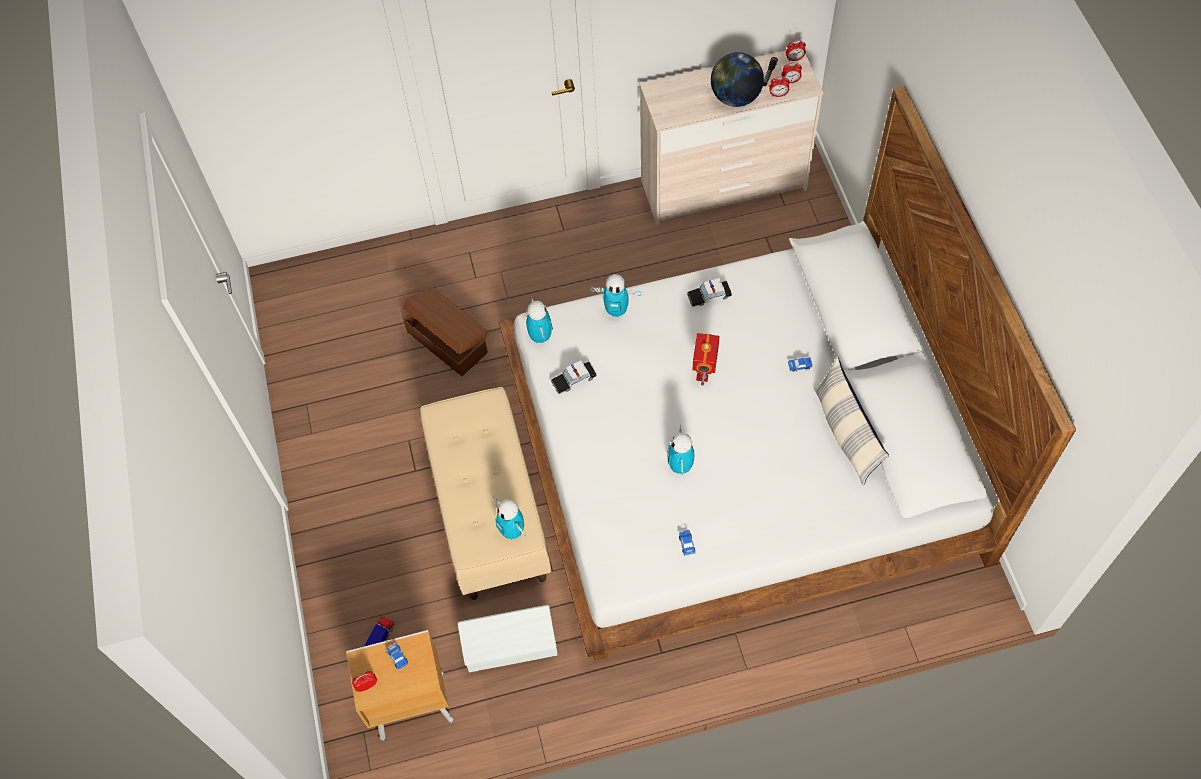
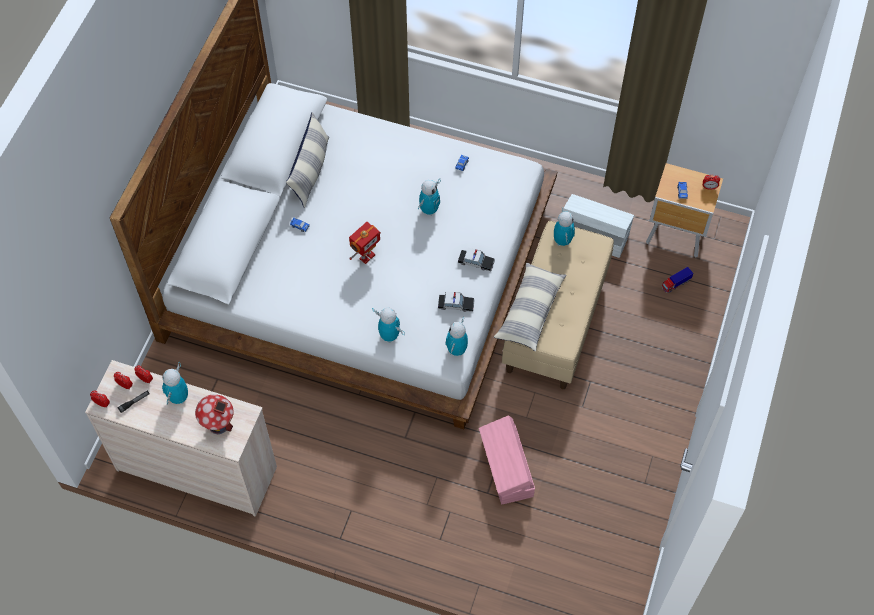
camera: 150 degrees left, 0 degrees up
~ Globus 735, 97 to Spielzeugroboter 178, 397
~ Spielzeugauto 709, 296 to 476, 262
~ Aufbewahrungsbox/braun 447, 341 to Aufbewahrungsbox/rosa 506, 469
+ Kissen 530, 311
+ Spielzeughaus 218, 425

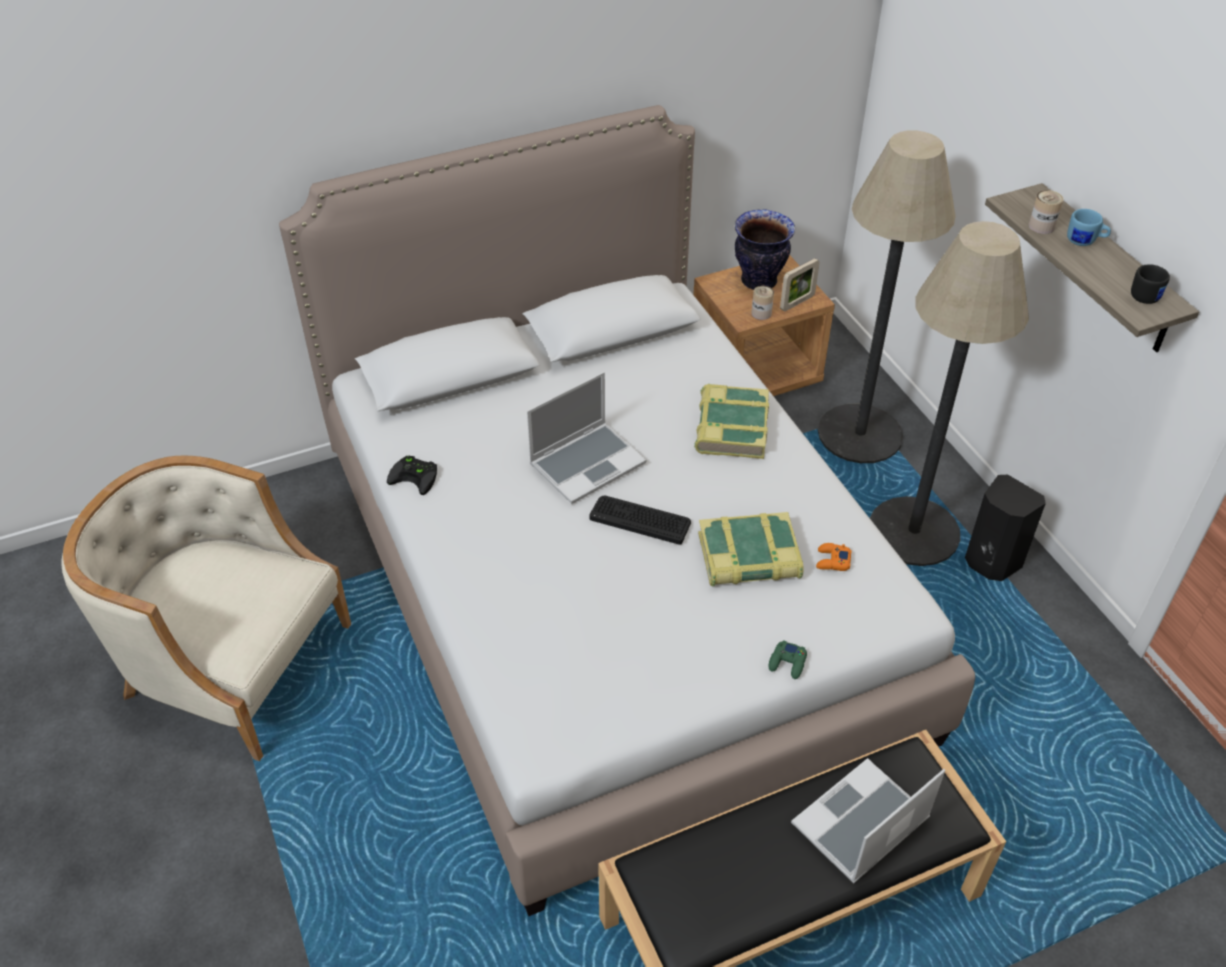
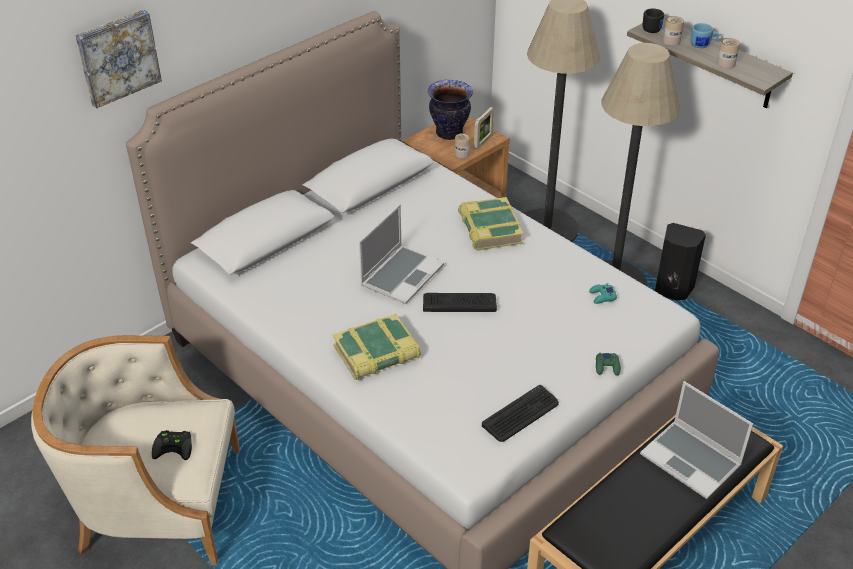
camera: 20 degrees left, 5 degrees down
~ Henkelbecher/schwarz 1146, 294 to 652, 28
~ Gamepad/schwarz 416, 476 to 175, 446
~ Buch 749, 557 to 377, 353
~ Gamepad/orange 832, 561 to Gamepad/türkis 602, 296
~ Laptop 860, 824 = 692, 460 75 degrees counterclockwise
+ Bild 117, 57
+ Dose 726, 64
+ Tastatur 521, 414

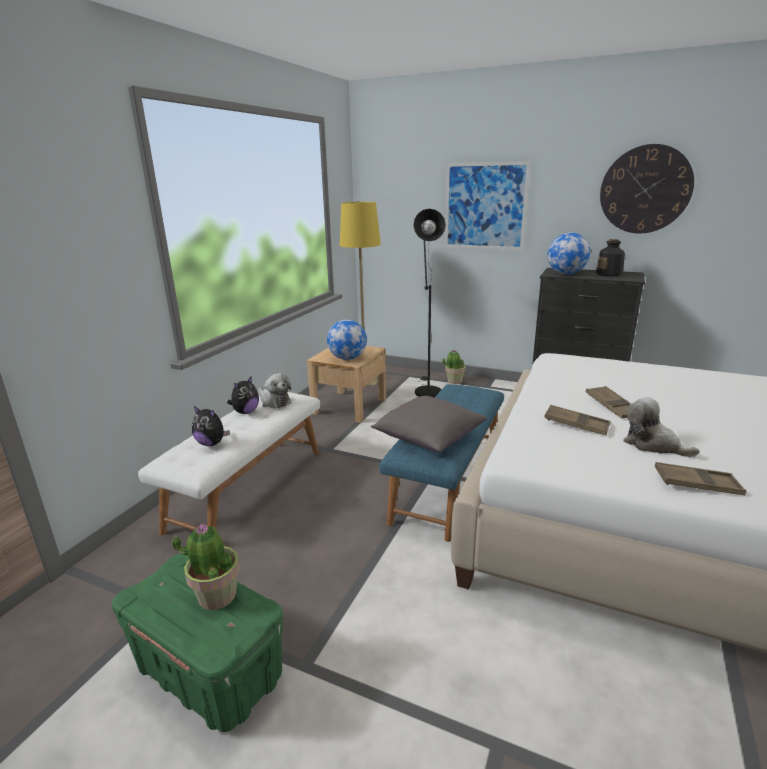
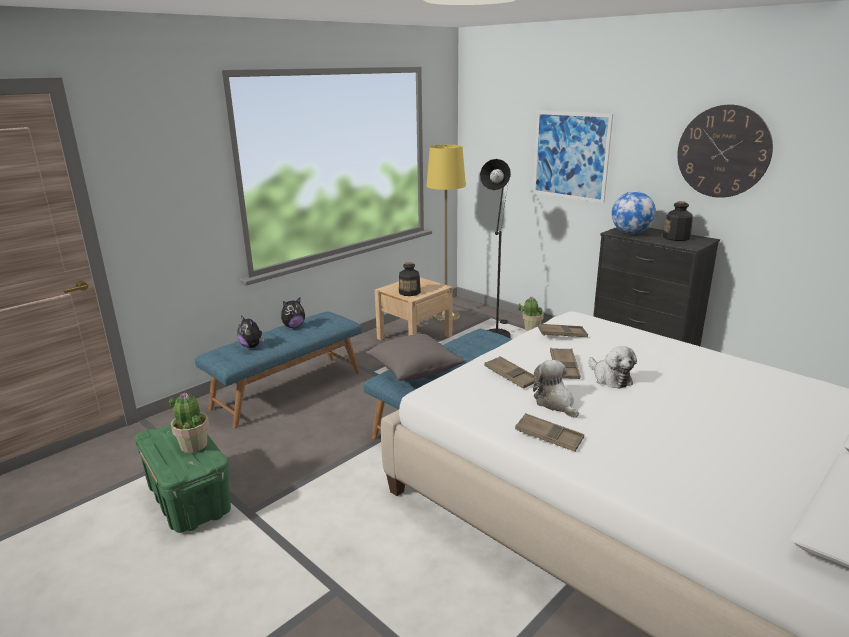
camera: 20 degrees right, 0 degrees up
~ Globus 347, 358 to Flasche 409, 292
~ Plüschtier 274, 401 to 610, 378
~ Bank/weiß 248, 487 to Bank/blau 287, 389
+ Tablett/braun 562, 334

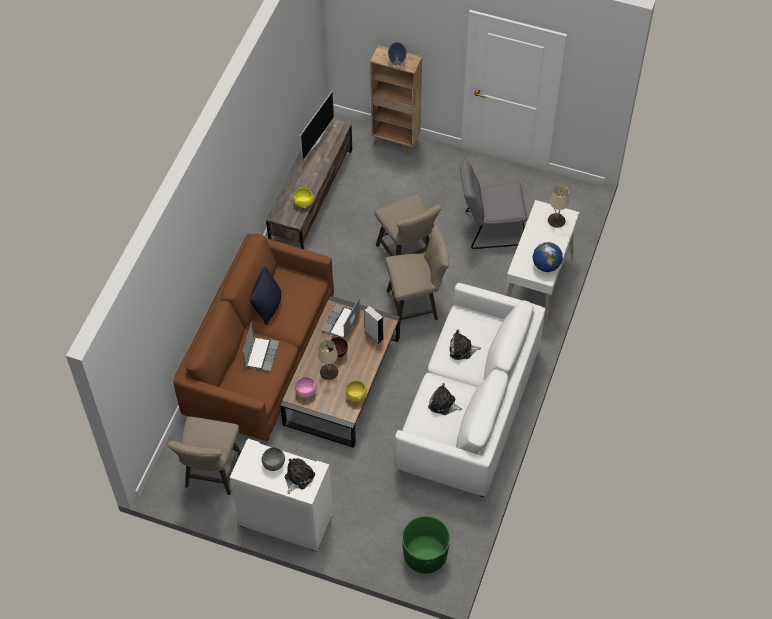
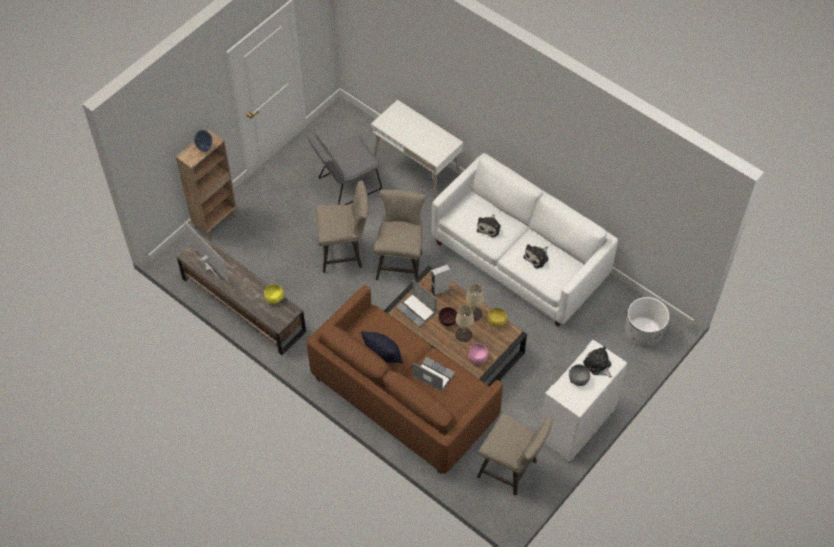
camera: 70 degrees left, 0 degrees up
~ Stuhl/grau 490, 228 = 345, 185 45 degrees clockwise
~ Tischlampe/beige 556, 220 to 474, 313
- Globus 546, 265
~ Pflanzkübel/grün 425, 555 to Pflanzkübel/weiß 643, 333

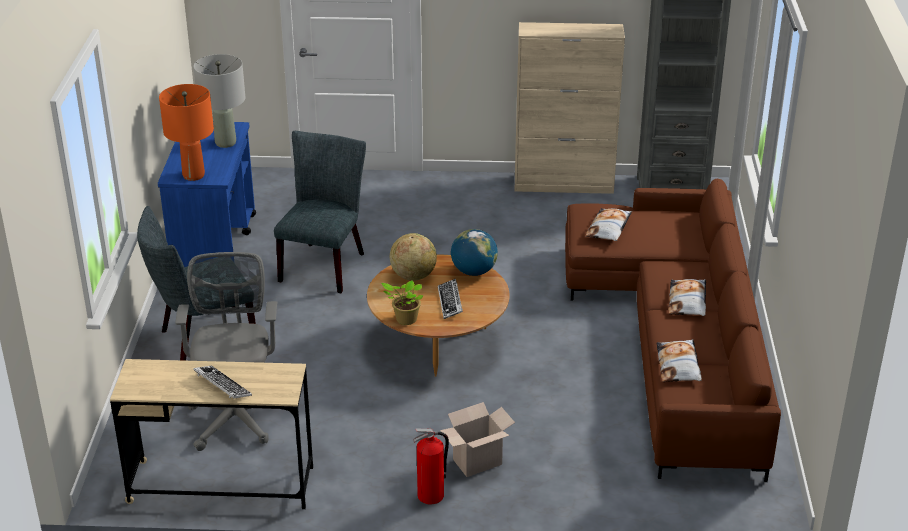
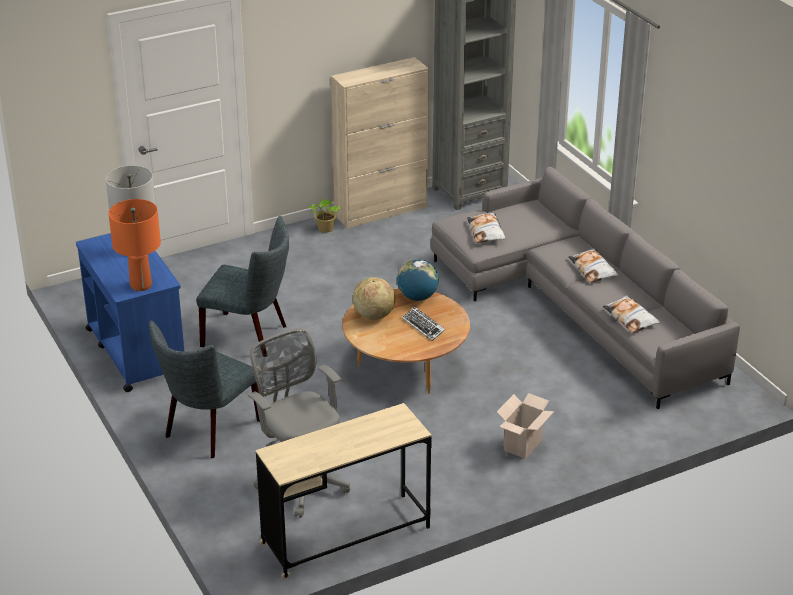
camera: 30 degrees left, 0 degrees up
~ Stuhl/grau 325, 264 = 250, 336 120 degrees clockwise
~ Sofa/braun 674, 340 to Sofa/grau 577, 306
~ Topfpflanze 404, 319 to 324, 229
- Tastatur 222, 386
- Feuerlöscher 431, 496

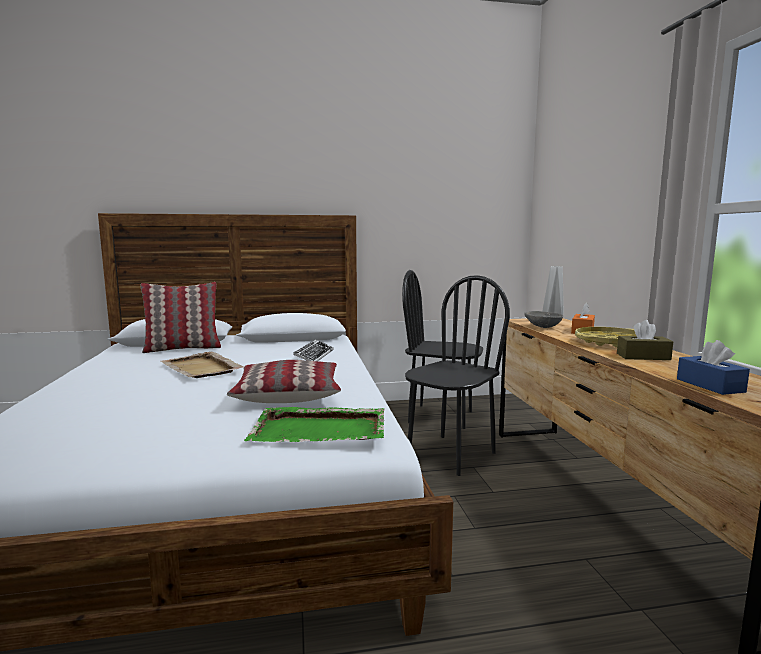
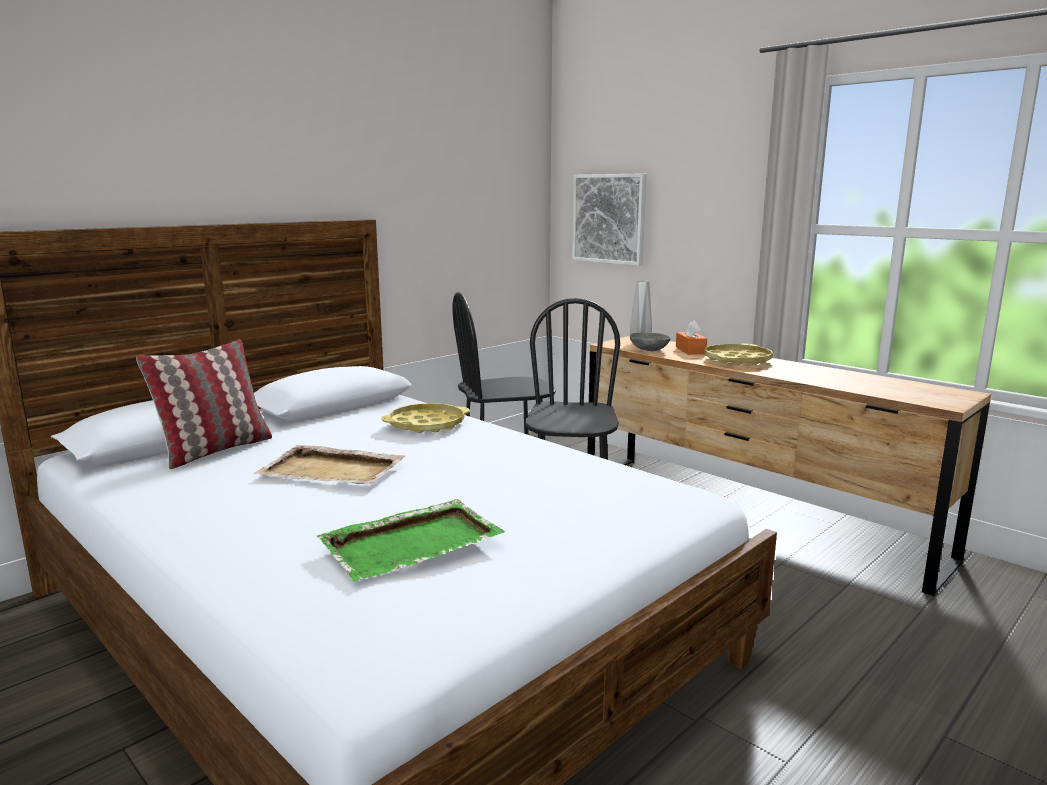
camera: 35 degrees left, 5 degrees up
- Taschentuchbox/braun 643, 357
~ Tastatur 314, 355 to Tablett/gelb 426, 424
- Taschentuchbox/blau 710, 385
- Kissen 288, 393
~ Tablett/grün 321, 429 to 413, 543
+ Bild 609, 218

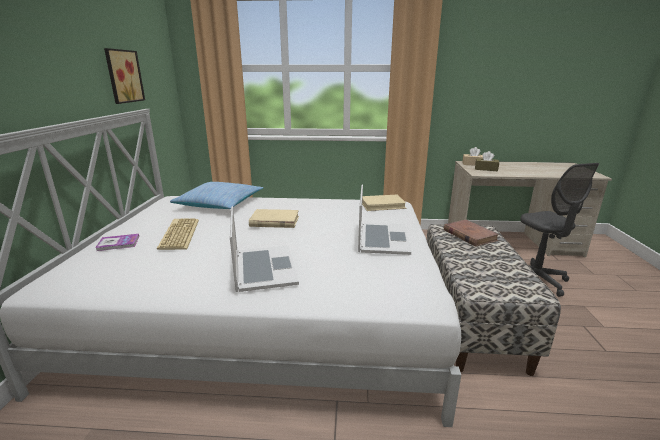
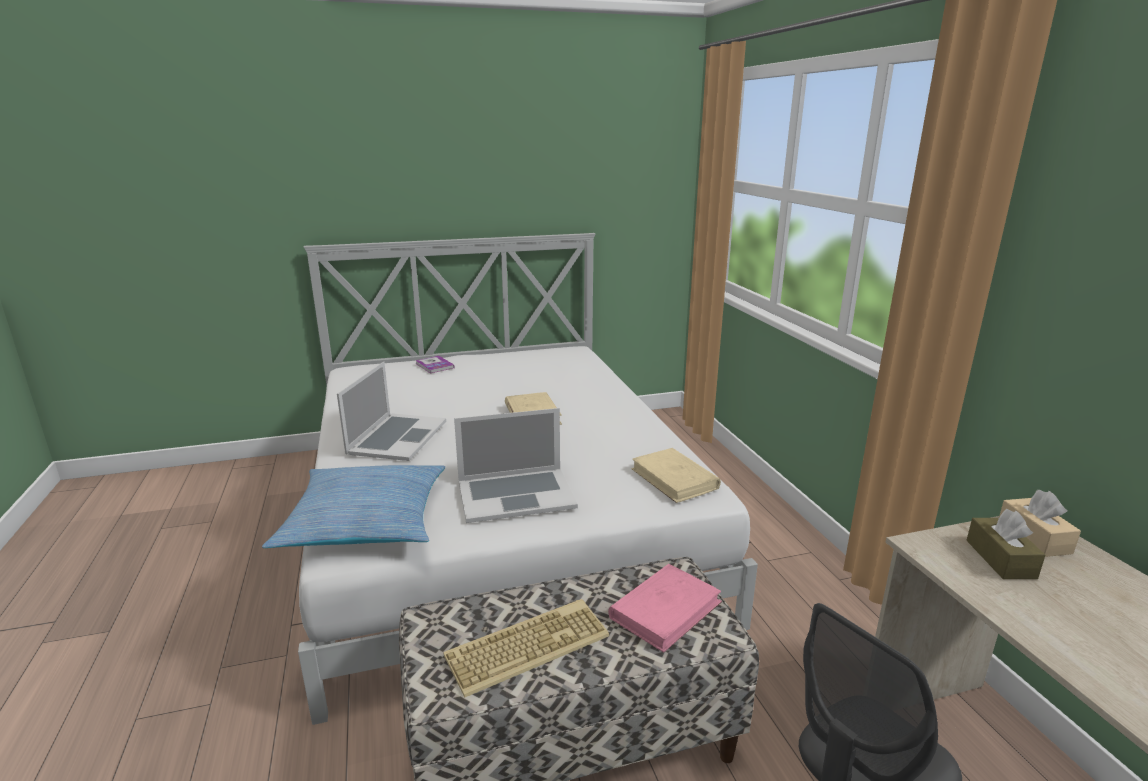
camera: 70 degrees right, 0 degrees up
- Bild 122, 76
~ Kissen 220, 203 to 365, 521
~ Laptop 263, 268 = 397, 437 45 degrees counterclockwise
~ Tastatur 178, 234 to 528, 644
~ Buch/braun 469, 235 to Buch/rosa 665, 610

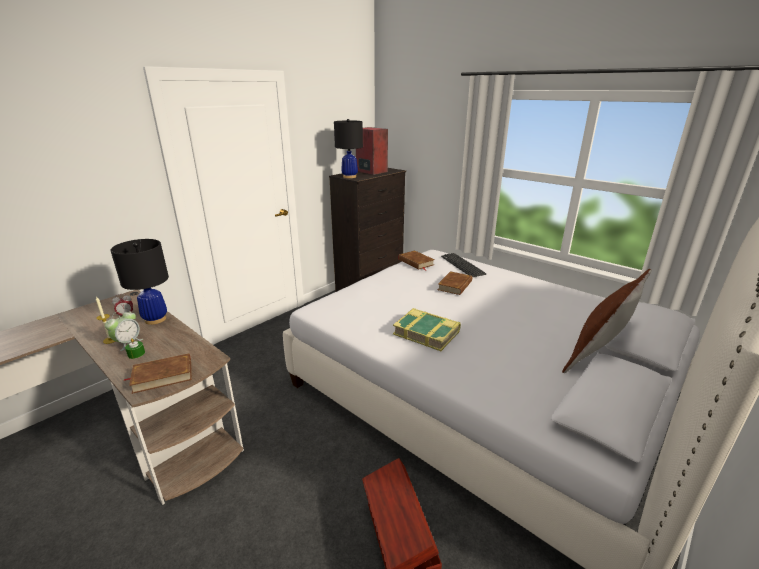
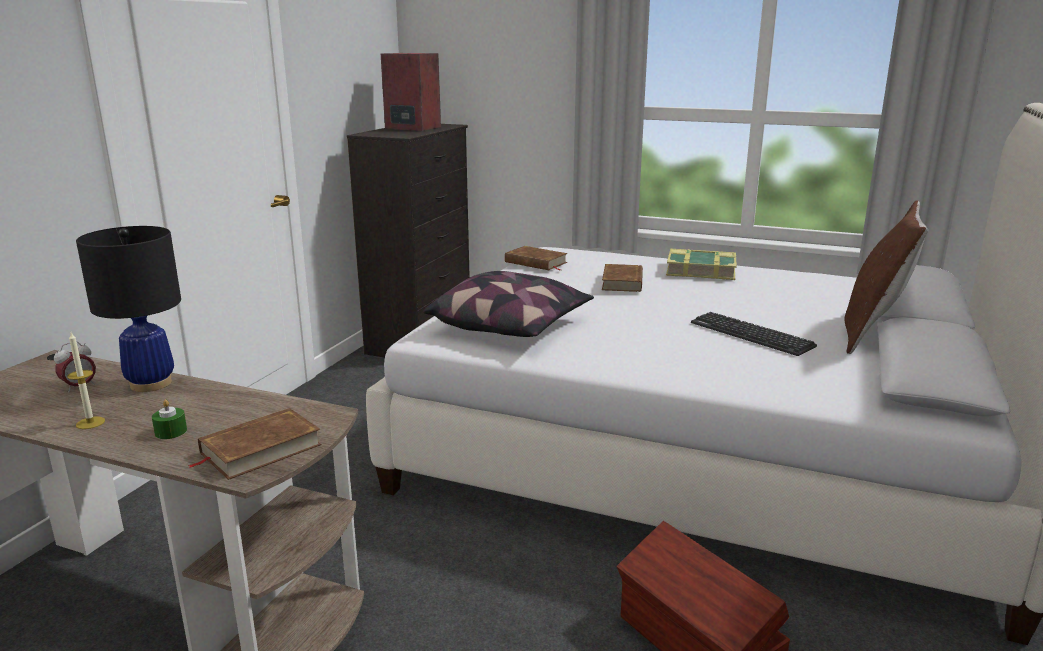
camera: 20 degrees left, 5 degrees down
- Tischlampe/schwarz 349, 177
~ Tastatur 462, 265 to 751, 335
~ Buch 426, 333 to 701, 271
- Wecker 128, 343
+ Kissen 511, 327

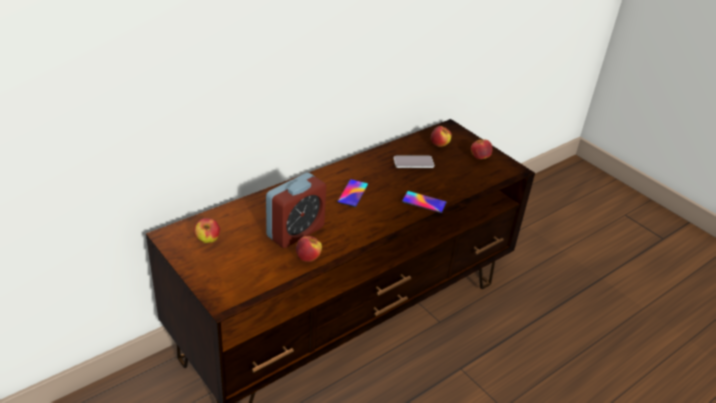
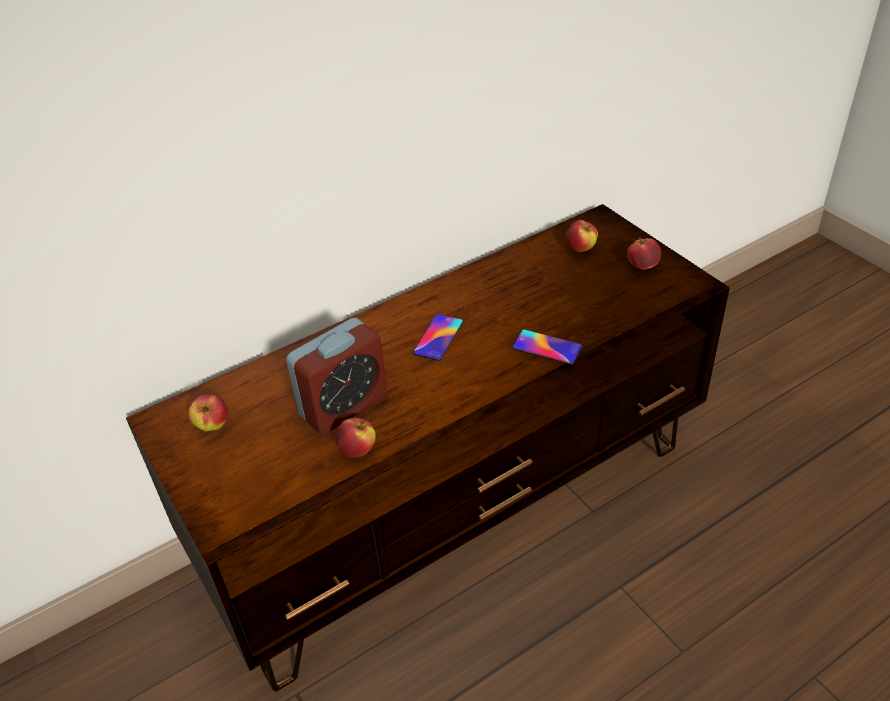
camera: 10 degrees right, 5 degrees up
- Handy 413, 162

